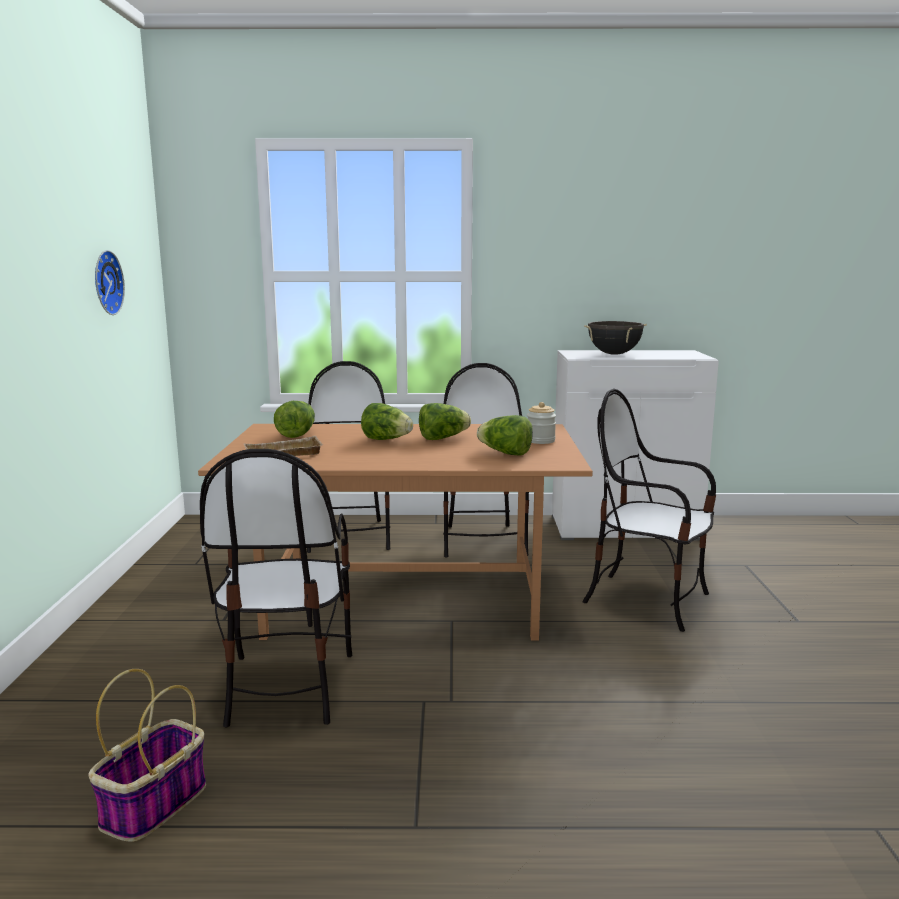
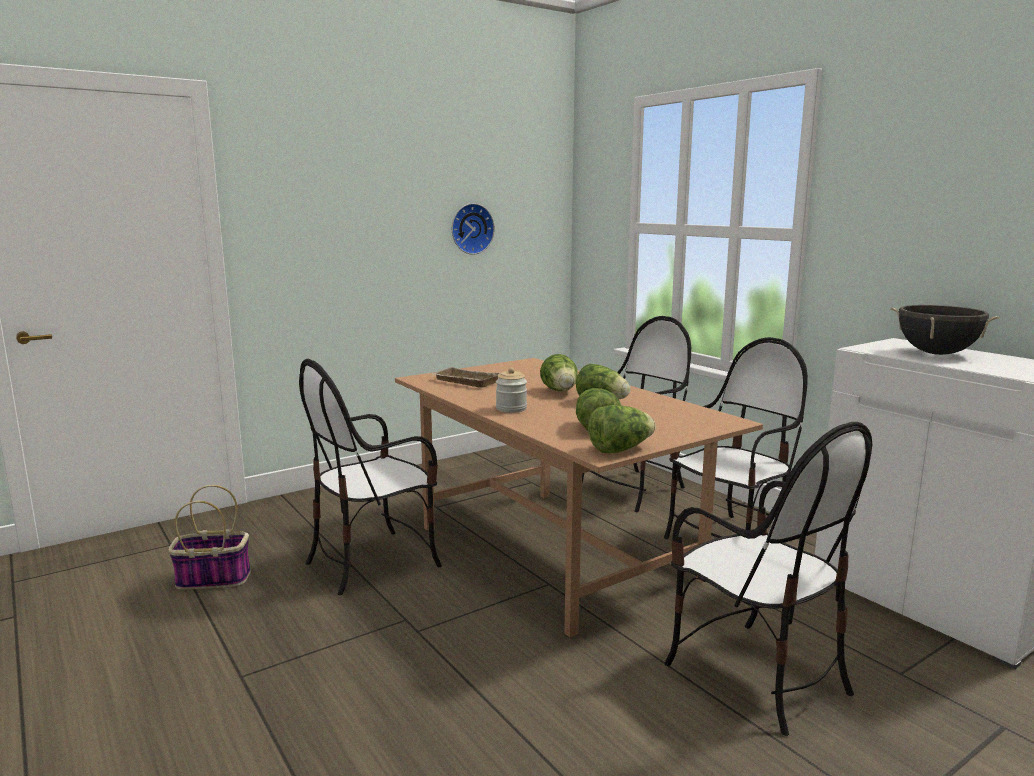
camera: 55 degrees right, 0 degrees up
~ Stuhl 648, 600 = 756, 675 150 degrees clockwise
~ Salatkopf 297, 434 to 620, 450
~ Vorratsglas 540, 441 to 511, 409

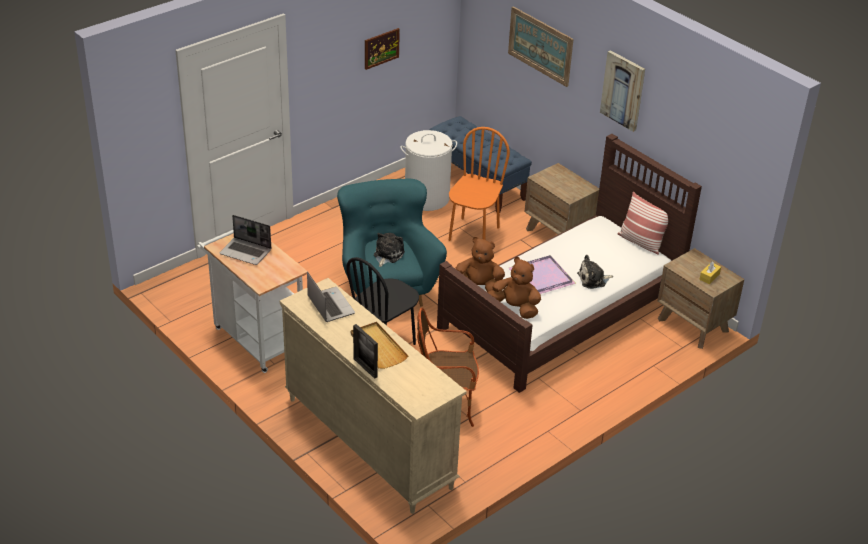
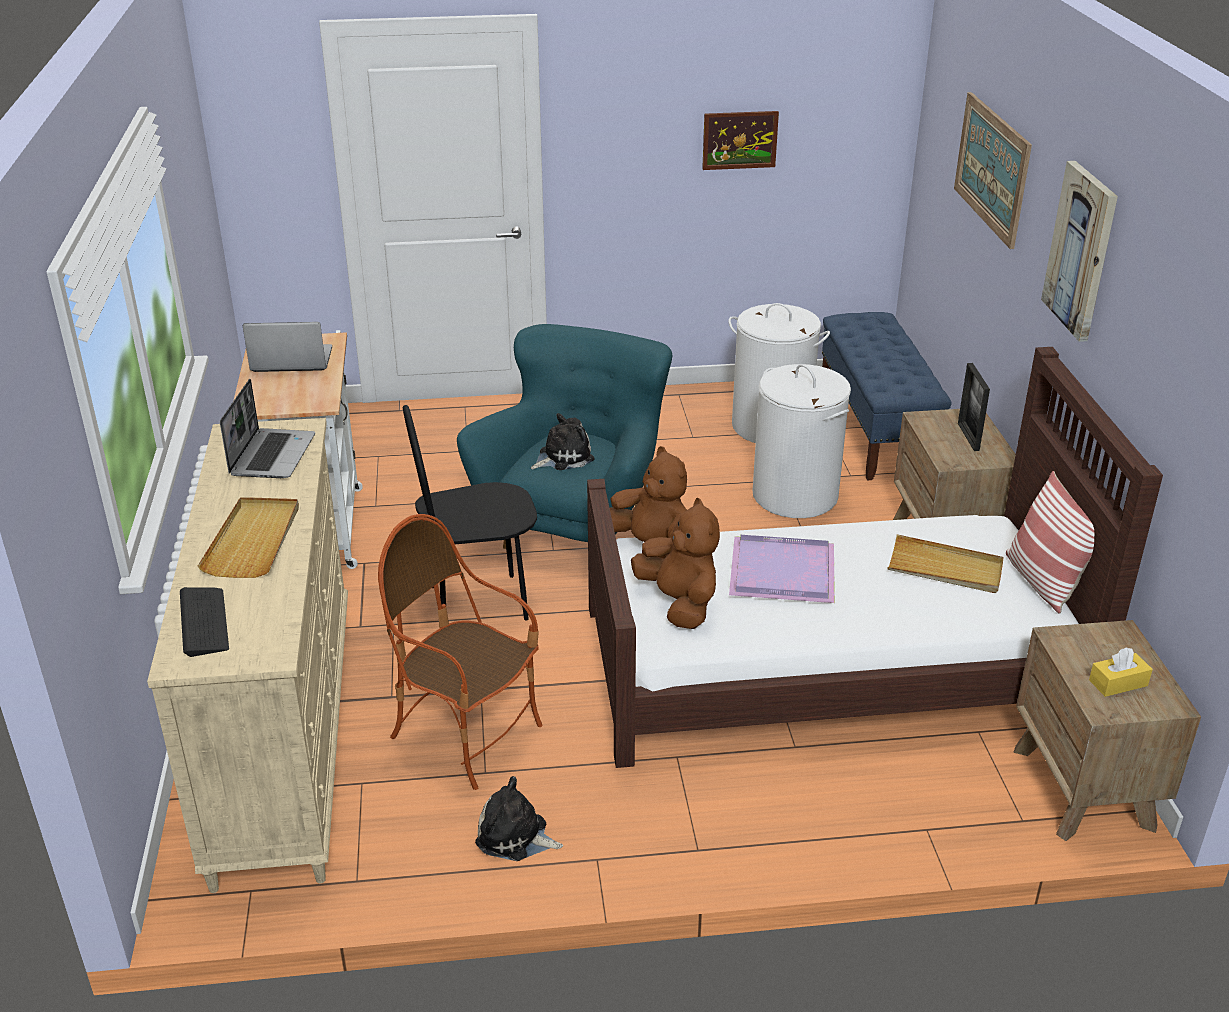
camera: 35 degrees right, 5 degrees down
~ Stuhl/orange 473, 234 to Wäschekorb/weiß 795, 495
~ Laptop 246, 252 = 290, 361 120 degrees clockwise
~ Plüschtier 593, 279 to 515, 837
~ Bilderrahmen 365, 368 to 968, 437
+ Tablett/beige 945, 569
+ Tastatur 204, 622

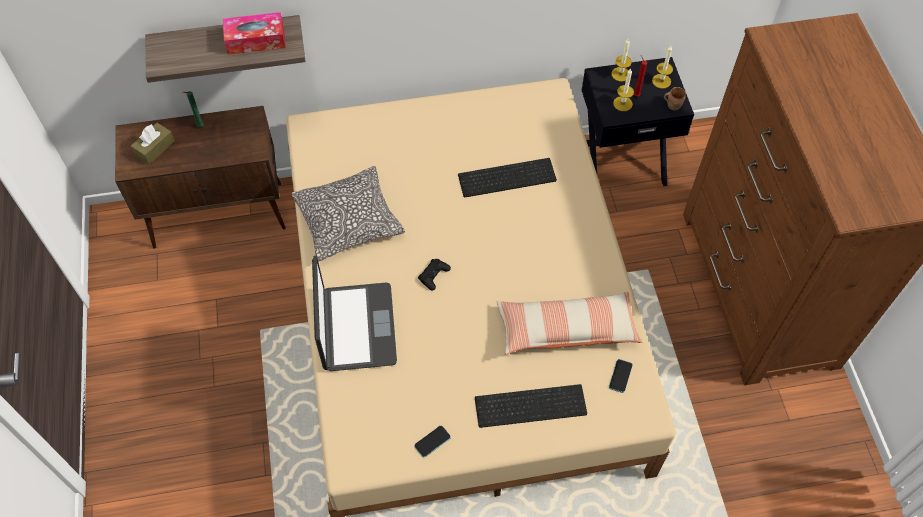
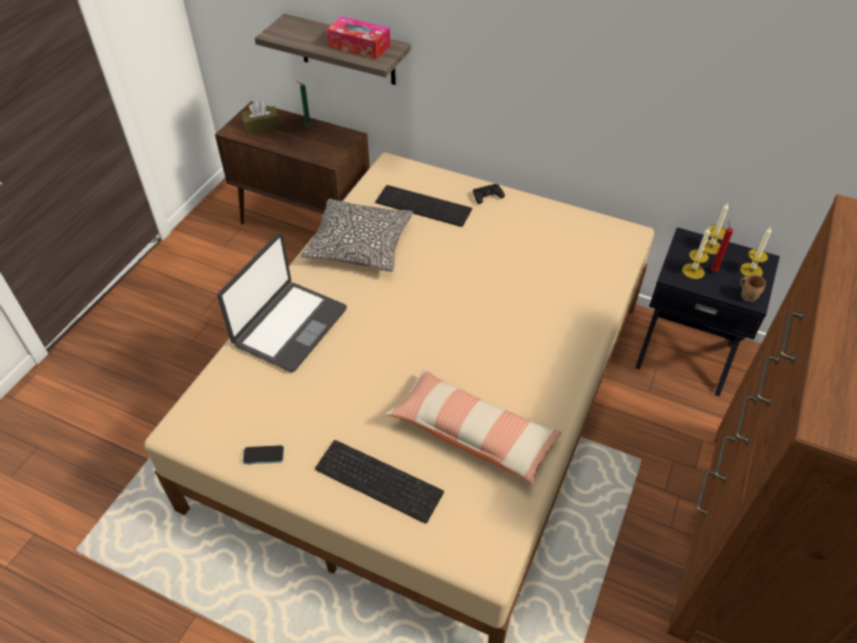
camera: 35 degrees right, 10 degrees down
~ Tastatur 507, 176 to 425, 205
~ Gamepad/schwarz 434, 275 to 487, 196
- Handy 620, 376

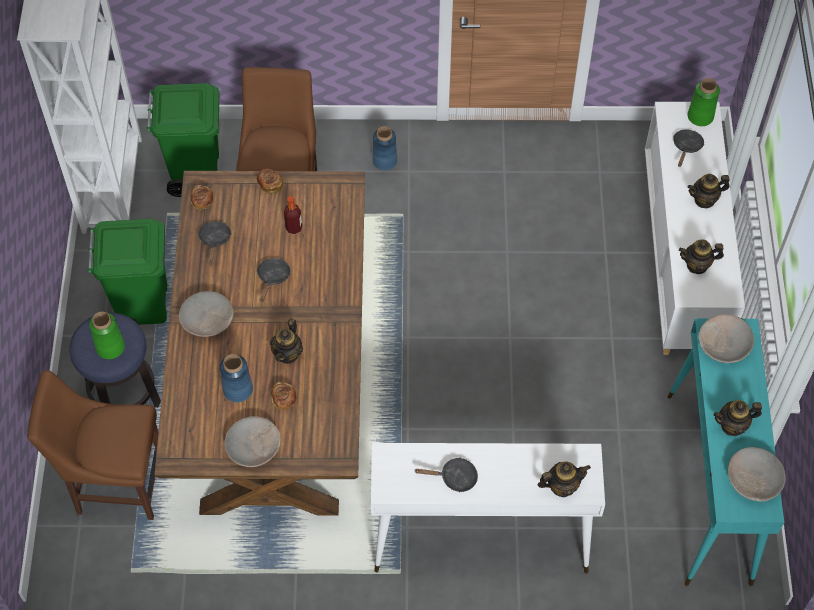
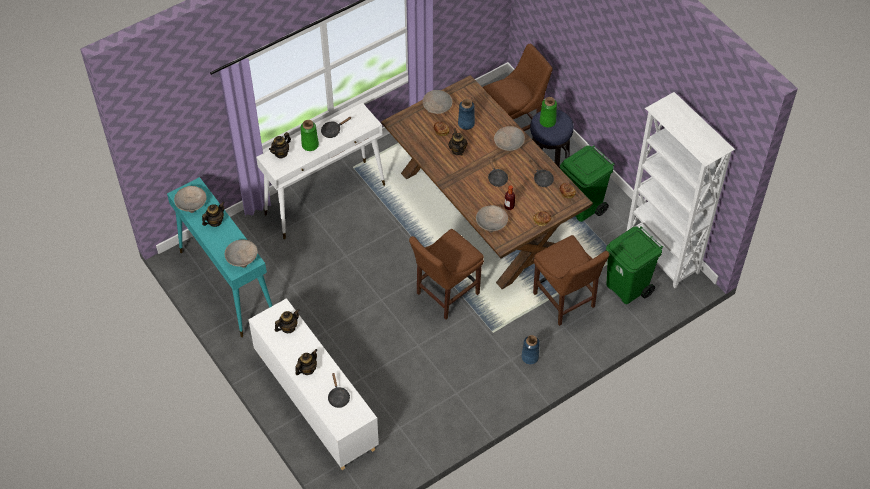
camera: 145 degrees right, 5 degrees down
~ Vase/grün 700, 116 to 310, 145
+ Schüssel/beige 491, 223
+ Stuhl/braun 445, 295

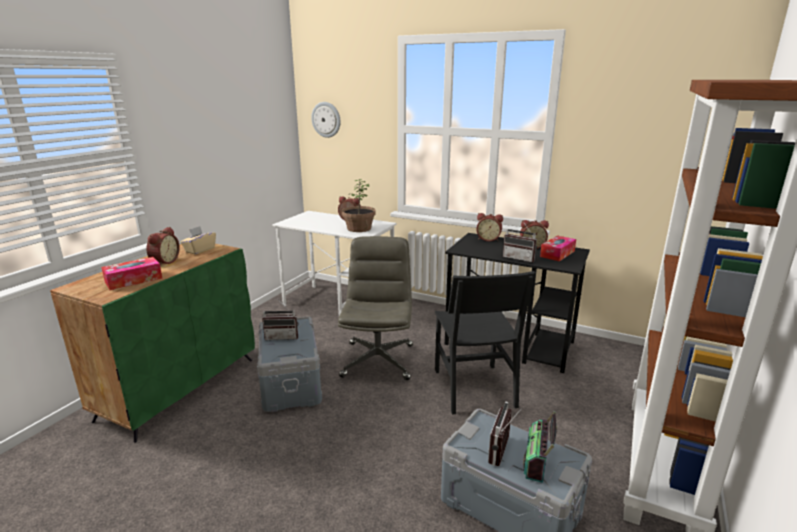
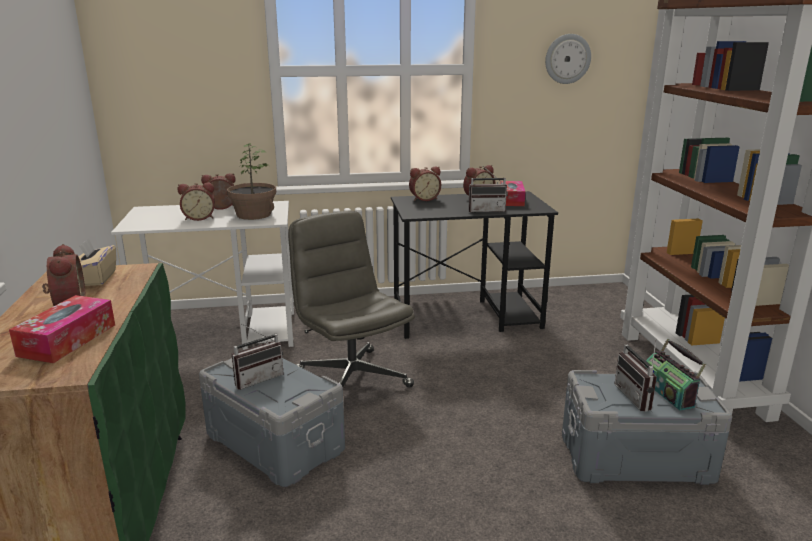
camera: 35 degrees left, 0 degrees up
~ Wanduhr 326, 119 to 567, 59
- Stuhl/schwarz 473, 388
+ Wecker 199, 218

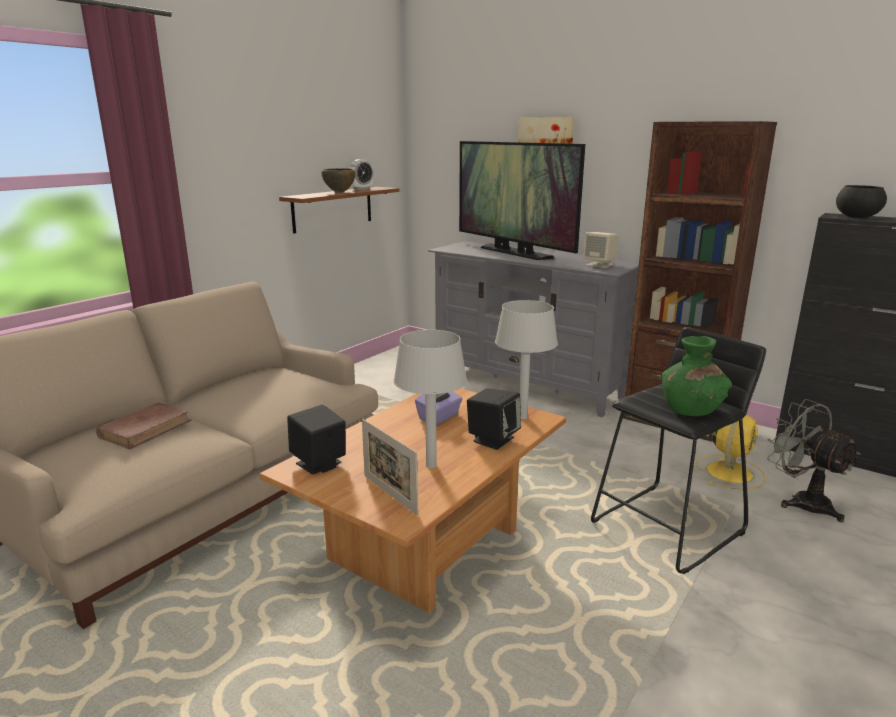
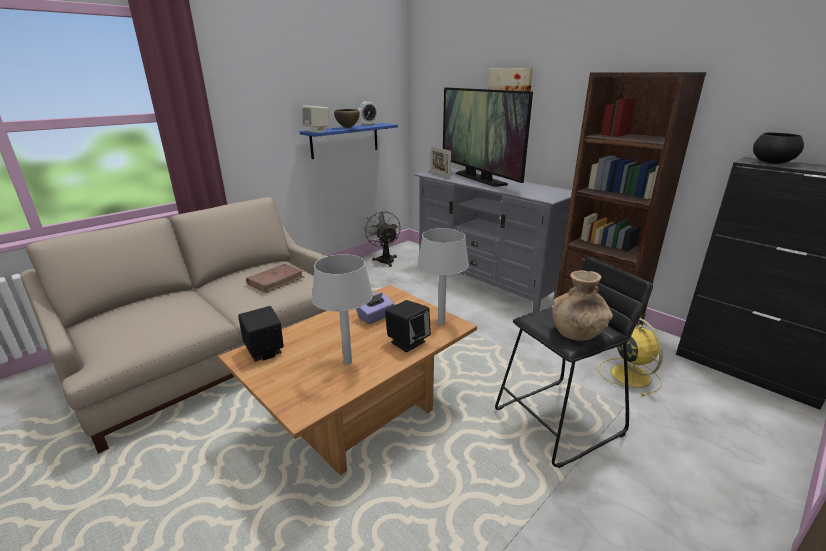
camera: 10 degrees right, 5 degrees up
~ Wandregal/braun 333, 209 to Wandregal/blau 345, 140
~ Lautsprecher/beige 599, 265 to 317, 131
~ Vase/grün 690, 410 to Vase/braun 576, 333
~ Ventilator/grau 802, 501 to 385, 259
~ Buch/braun 145, 429 to 276, 280
~ Ventilator/gelb 729, 472 = 629, 374 60 degrees counterclockwise
~ Bilderrahmen 390, 494 to 440, 175

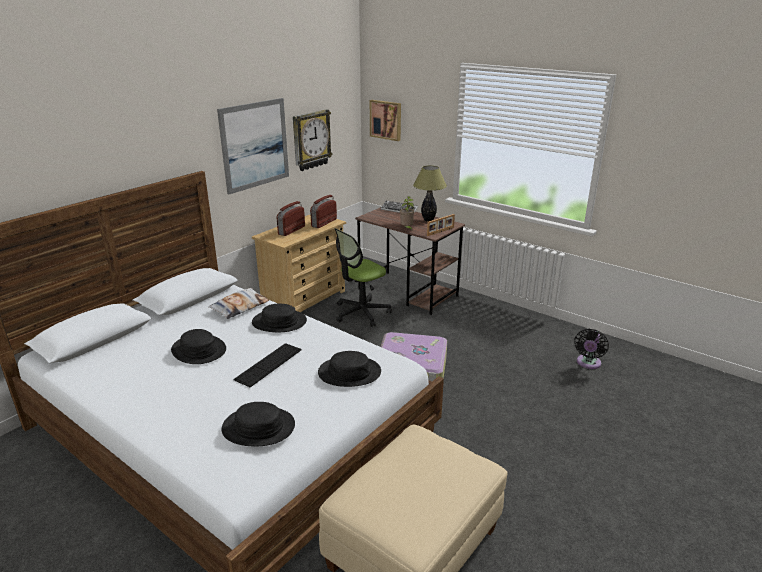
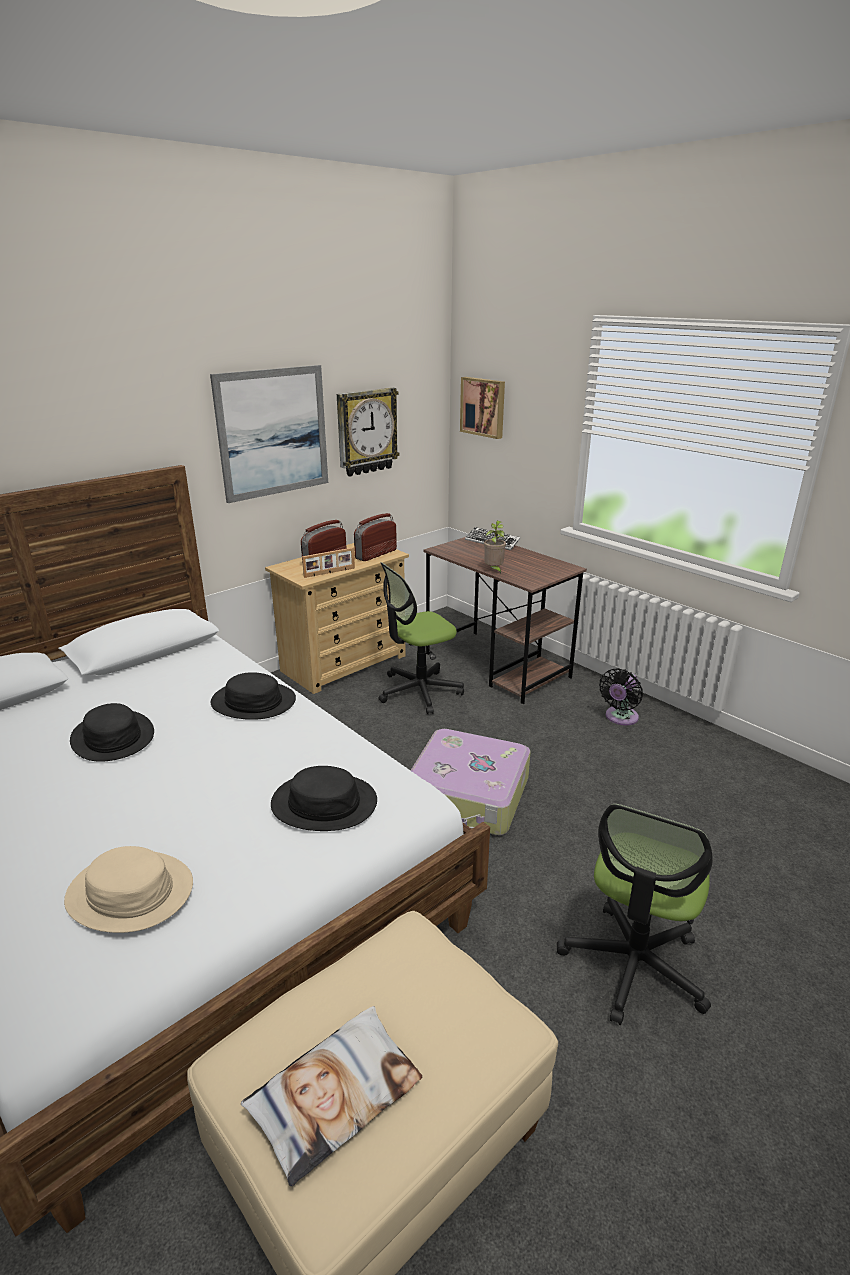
camera: 10 degrees right, 0 degrees up
- Tischlampe 428, 220
~ Bilderrahmen 441, 231 to 330, 573
~ Kissen 240, 307 to 335, 1095
~ Ventilator/schwarz 588, 363 to 620, 718
- Tastatur 268, 364
~ Hut/schwarz 258, 427 to Hut/beige 130, 893
+ Bürostuhl 633, 965

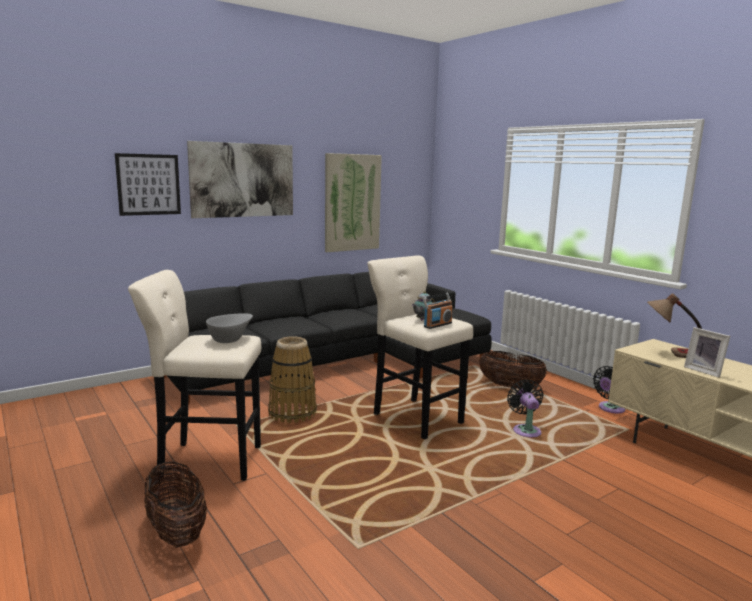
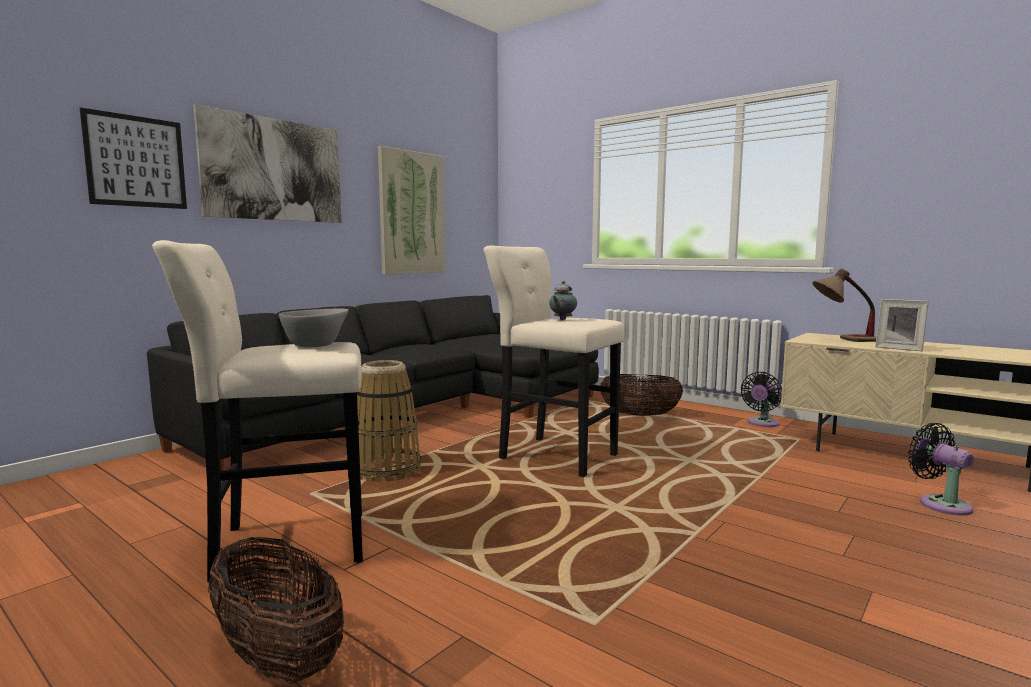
camera: 15 degrees left, 5 degrees down
- Radio 437, 325
~ Ventilator/schwarz 525, 430 to 940, 503

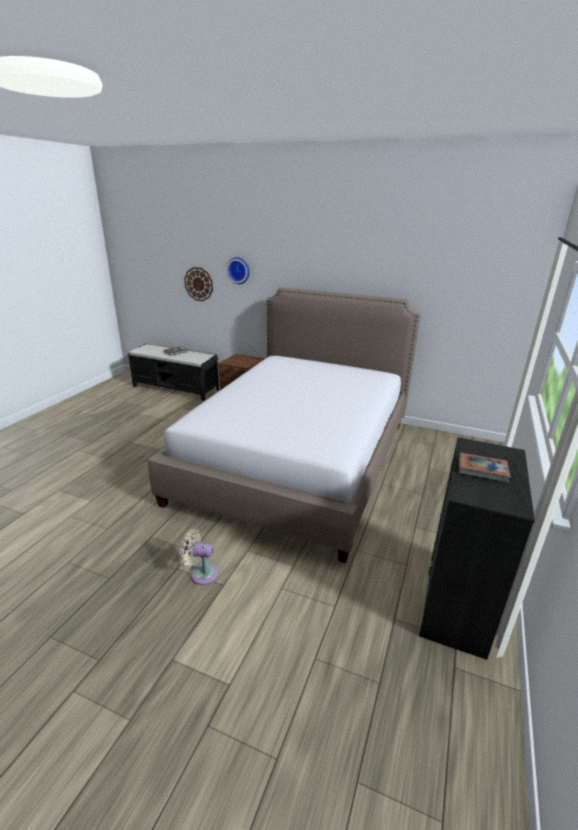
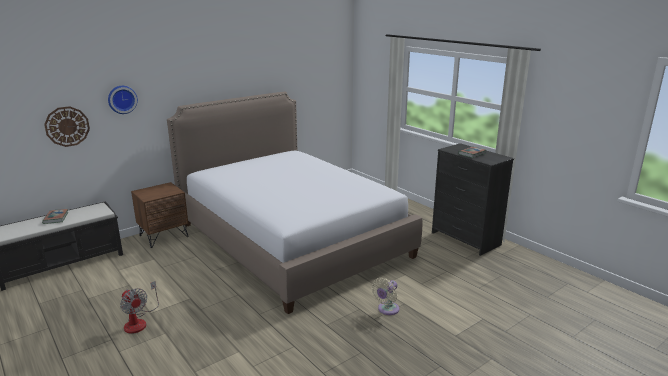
camera: 60 degrees left, 5 degrees down
+ Ventilator 139, 321

